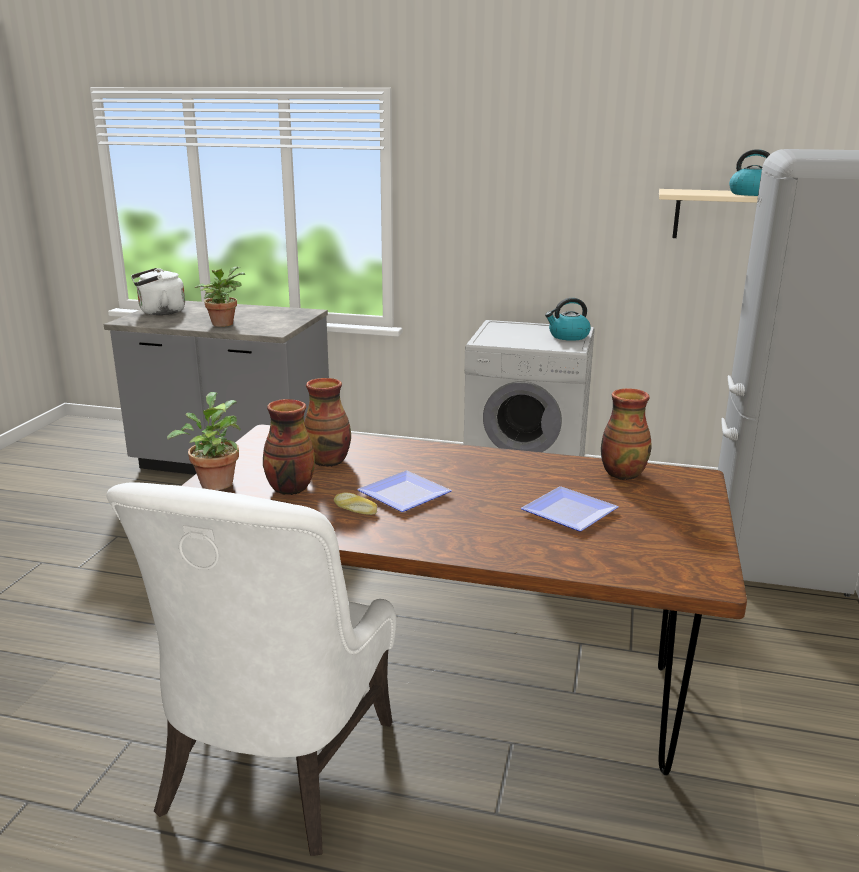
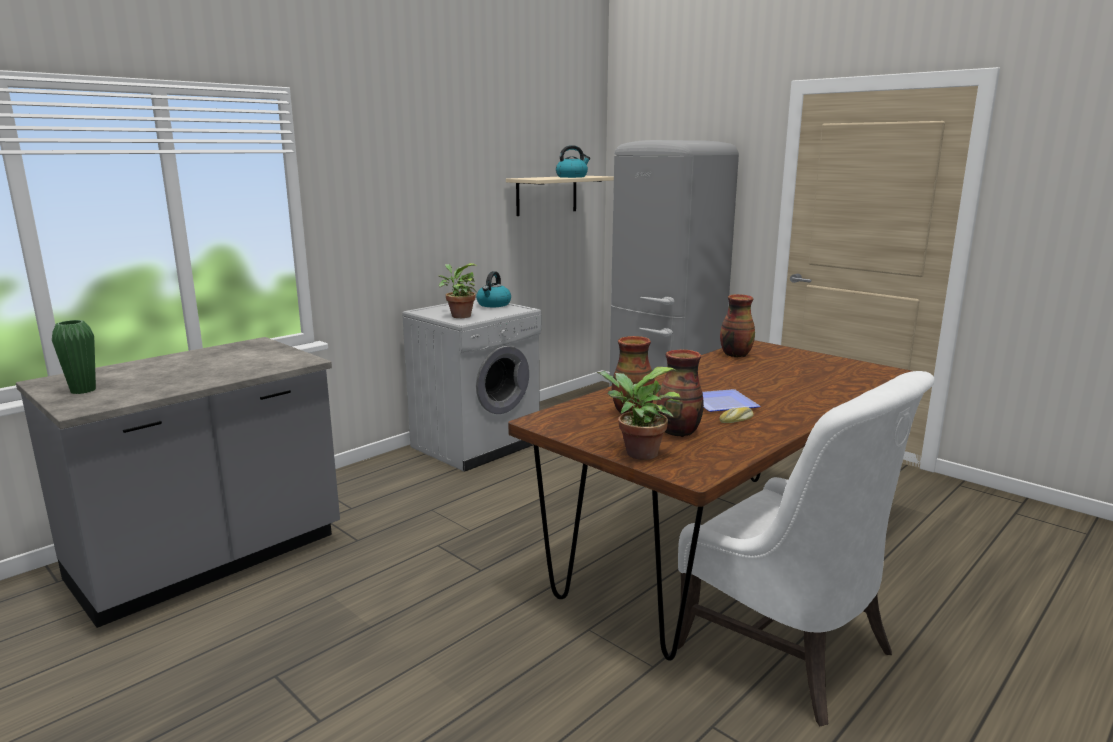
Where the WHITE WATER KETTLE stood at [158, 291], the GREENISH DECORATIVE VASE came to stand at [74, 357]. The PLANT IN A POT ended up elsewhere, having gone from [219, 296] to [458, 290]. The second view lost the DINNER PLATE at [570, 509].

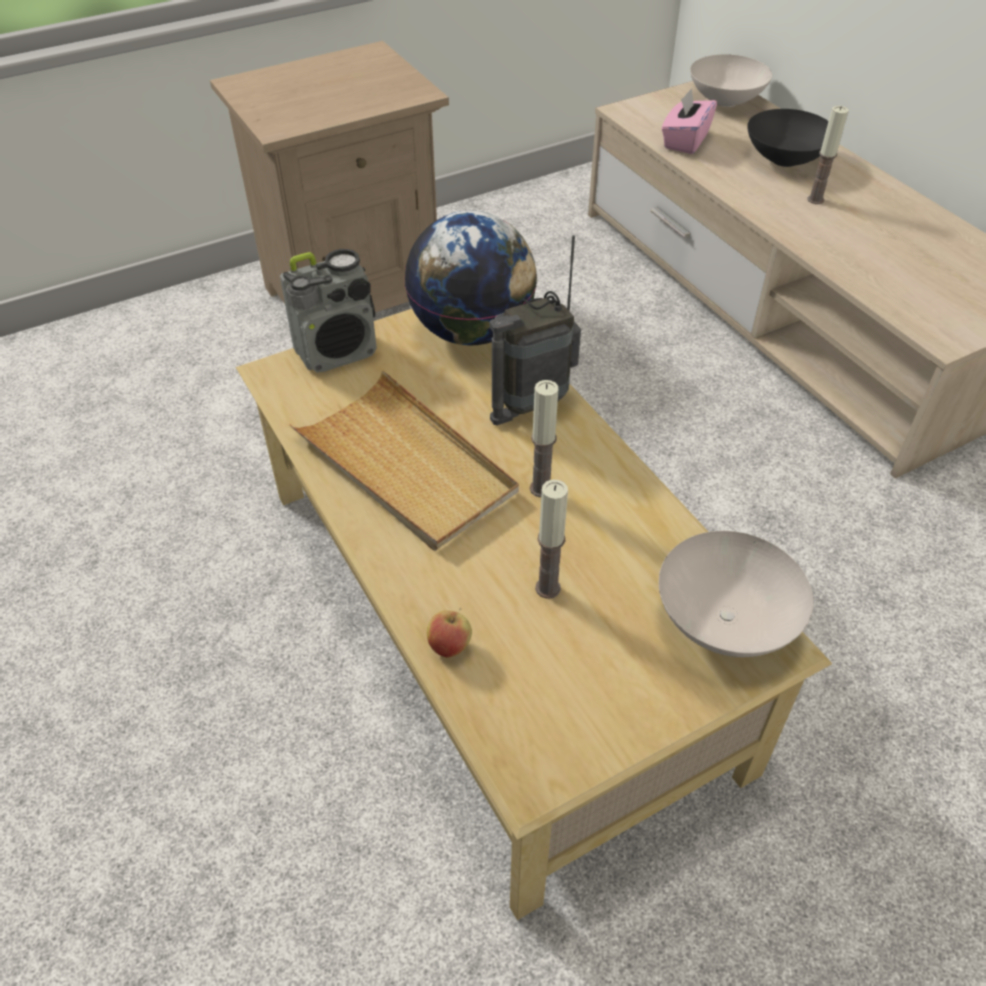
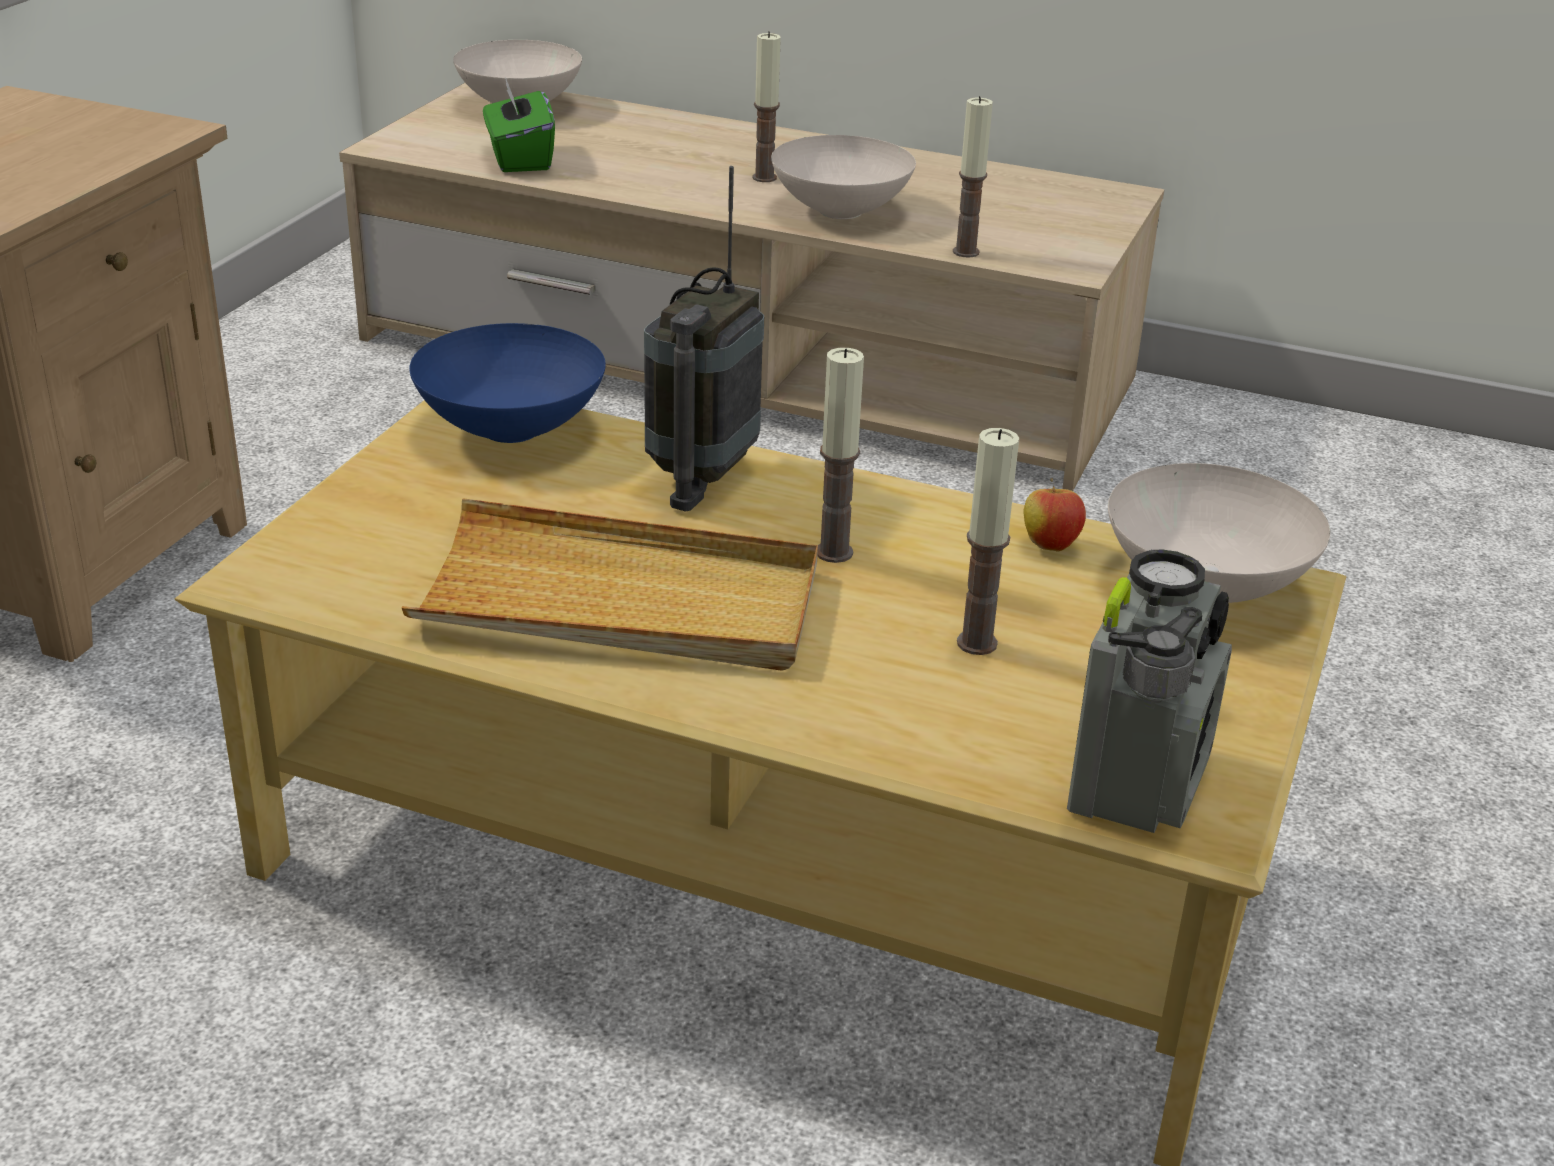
The RADIO SET ended up elsewhere, having gone from [328, 310] to [1149, 691]. Where the WORLD GLOBE stood at [471, 277], the BLUE-COLOURED SERVING BOWL came to stand at [507, 383]. The APPLE FRUIT ended up elsewhere, having gone from [449, 633] to [1055, 515]. What was the PINK-COLOURED BOX OF TISSUES at [689, 121] turned into the GREENISH BOX OF TISSUES at [519, 124]. The second view lost the BLACKISH SERVING BOWL at [788, 138]. The second view gained the WHITE SERVING BOWL at [843, 177]. The second view gained the WAX CANDLE at [973, 177].

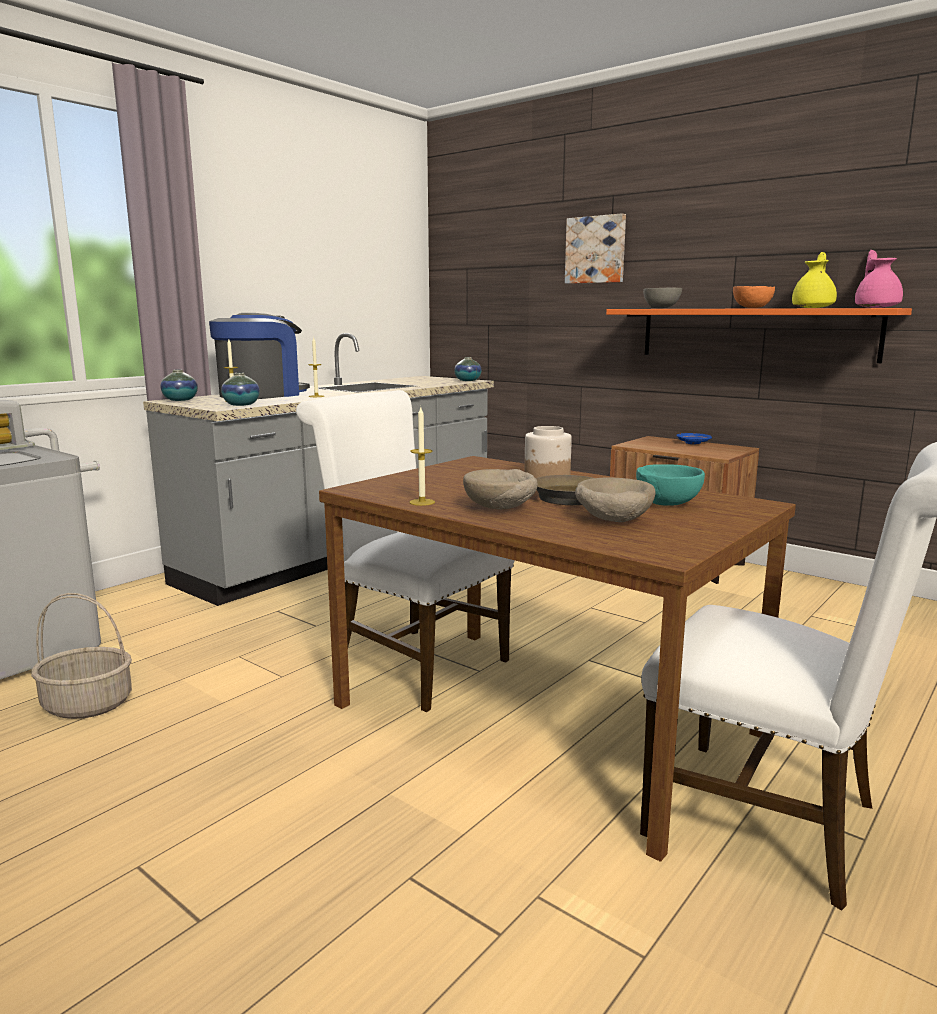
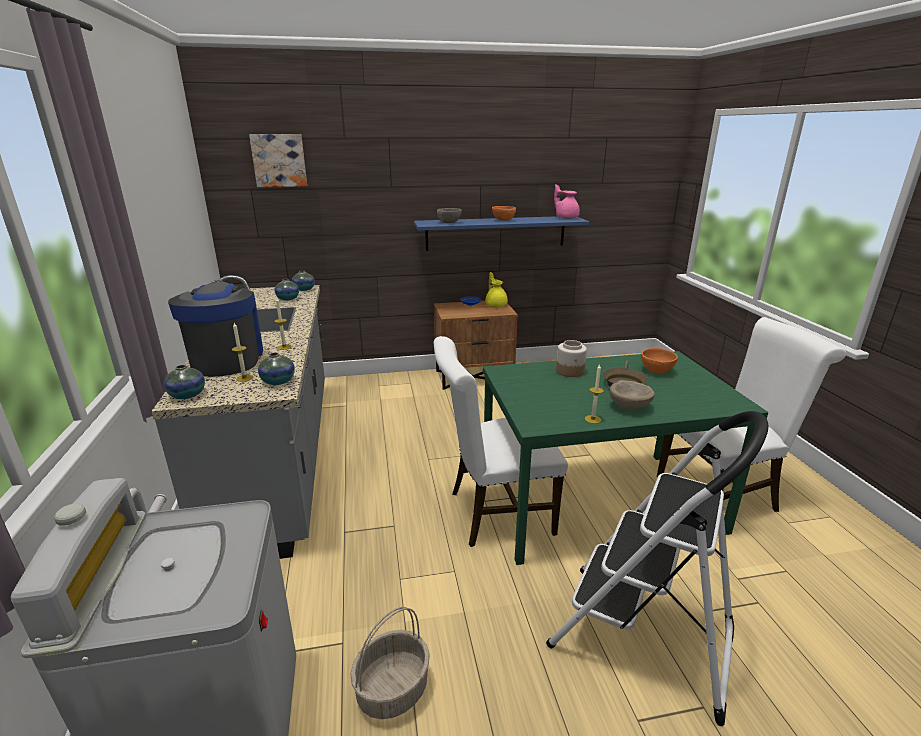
What was the BROWN DINNER TABLE at [557, 659] turned into the GREENISH DINNER TABLE at [626, 458]. The PICTURE ended up elsewhere, having gone from [595, 248] to [278, 160]. The second view lost the SAND-COLOURED SERVING BOWL at [615, 499]. What was the ORANGEY BRACKET SHELF at [759, 335] turned into the BLUE-COLOURED BRACKET SHELF at [501, 233]. What was the TURQUOISE-COLOURED SERVING BOWL at [670, 485] turned into the ORANGEY SERVING BOWL at [659, 361]. The YELLOWISH TEAPOT ended up elsewhere, having gone from [814, 280] to [496, 289]. The second view gained the DECORATIVE VASE at [287, 289]. The second view gained the STEP STOOL at [657, 568].

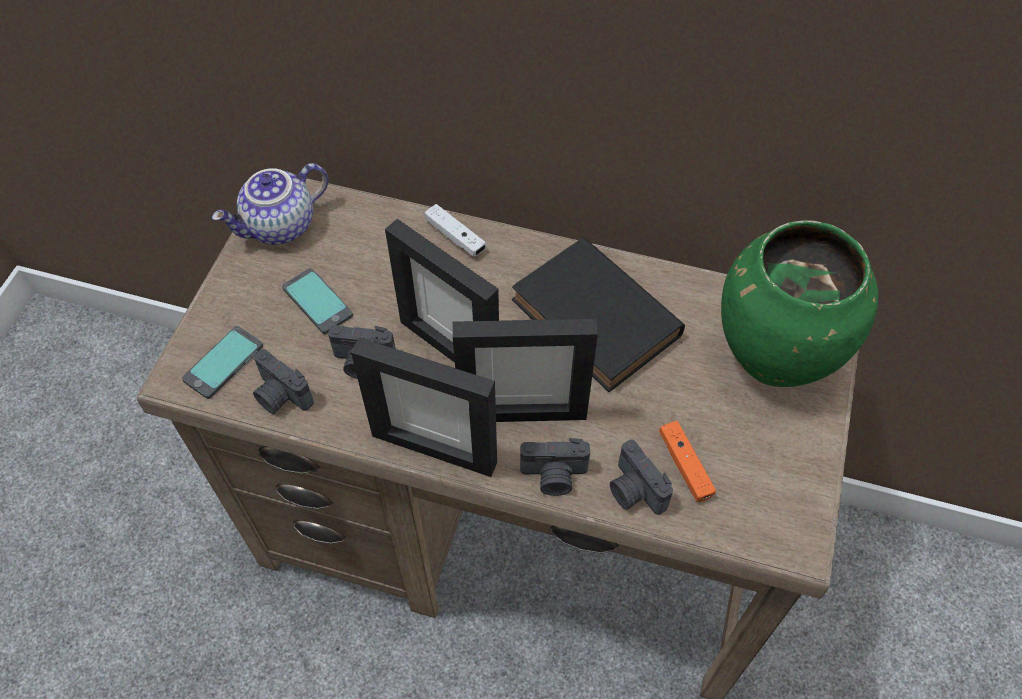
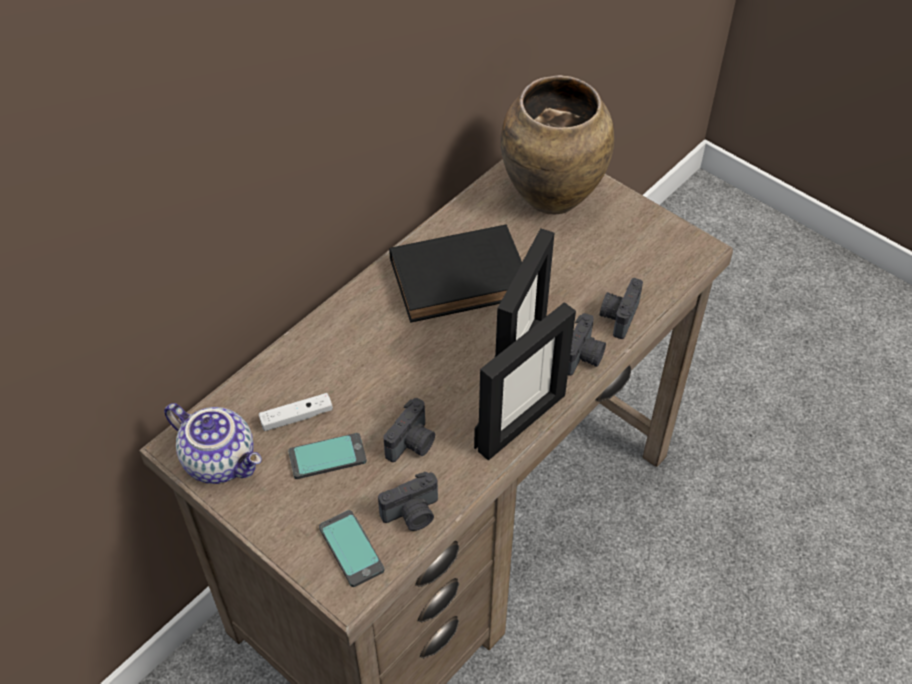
The TEAPOT at [270, 203] ended up facing another way, 45 degrees counterclockwise from before. The second view lost the PHOTO FRAME at [442, 291]. The WHITE GAMEPAD ended up elsewhere, having gone from [455, 230] to [296, 412]. The STILL CAMERA at [641, 477] ended up facing another way, 120 degrees clockwise from before. The second view lost the ORANGEY GAMEPAD at [687, 461]. What was the GREENISH DECORATIVE VASE at [799, 303] turned into the BROWN DECORATIVE VASE at [557, 145].

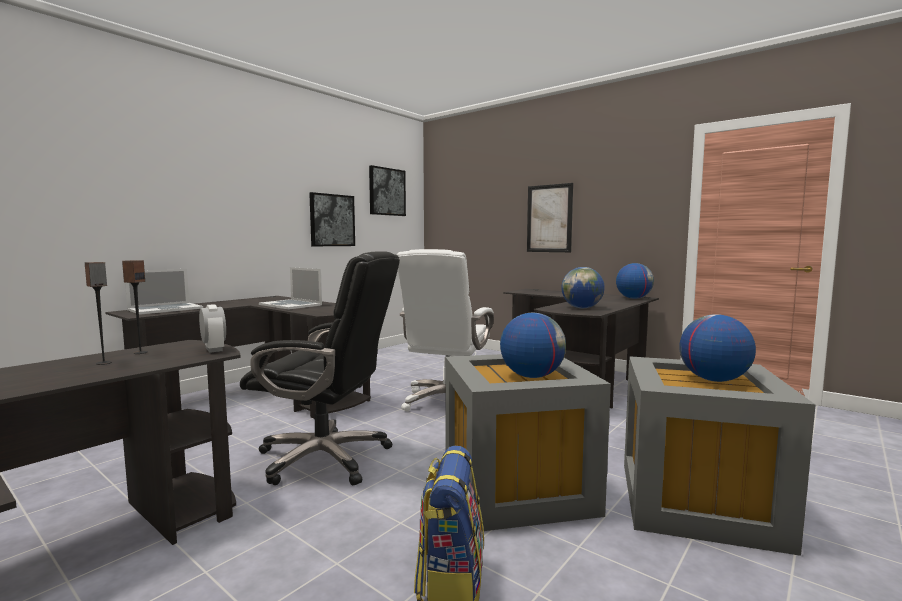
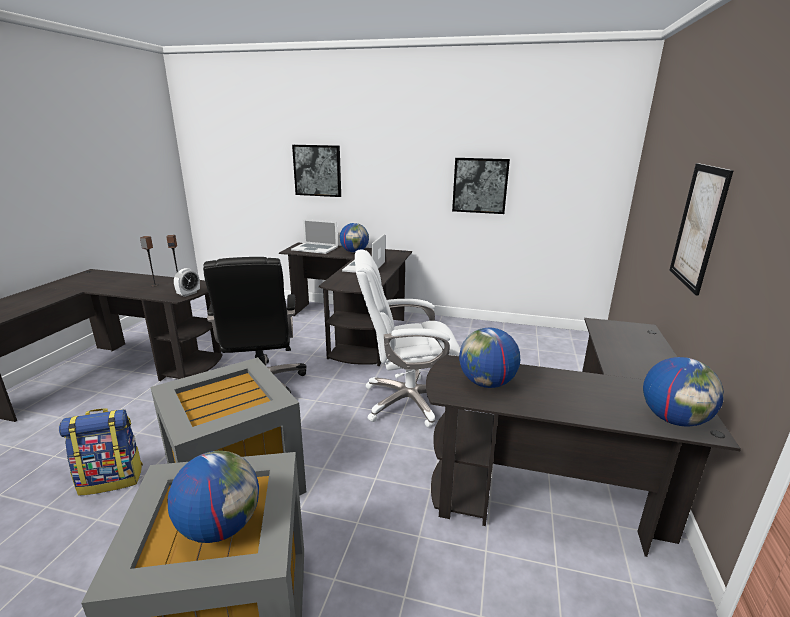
The PICTURE ended up elsewhere, having gone from [387, 190] to [316, 171]. The WORLD GLOBE ended up elsewhere, having gone from [533, 345] to [354, 238].

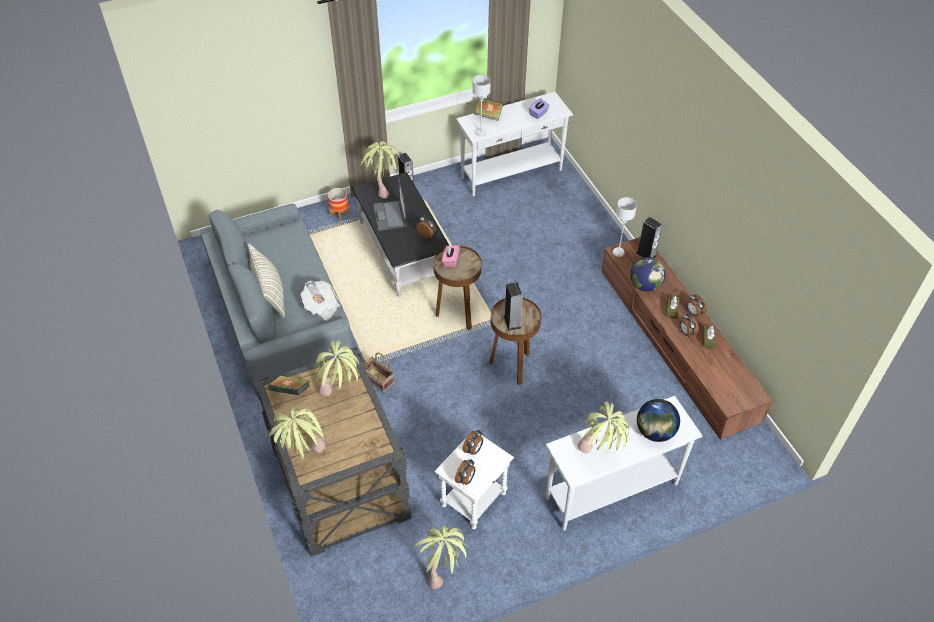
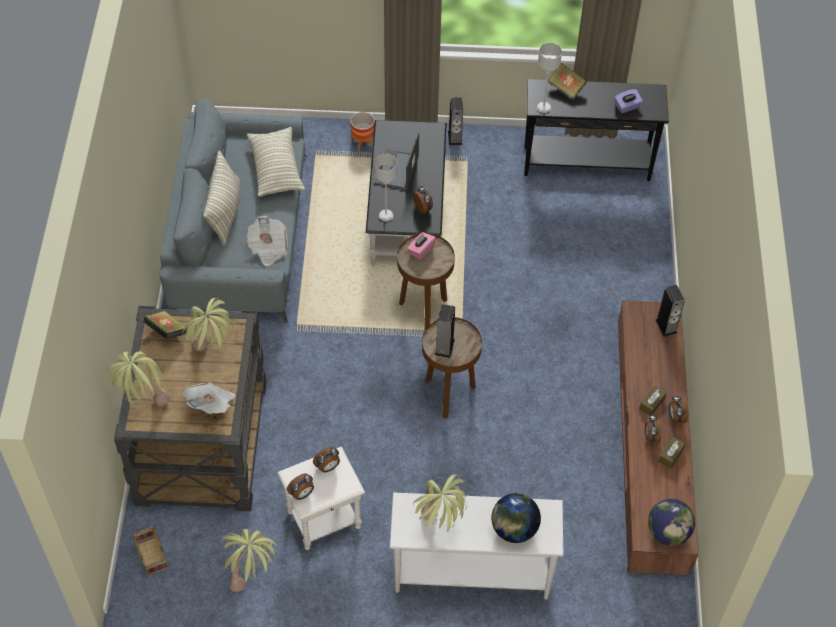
The second view lost the PLANT IN A POT at [379, 170]. The STORAGE BASKET ended up elsewhere, having gone from [379, 373] to [150, 551]. What was the WHITE CONSOLE TABLE at [514, 144] turned into the BLACKISH CONSOLE TABLE at [596, 130]. The GRAY TABLE LAMP ended up elsewhere, having gone from [625, 227] to [385, 187]. The WORLD GLOBE ended up elsewhere, having gone from [647, 274] to [671, 522]. The second view gained the NEWSPAPER at [209, 398]. The second view gained the PILLOW at [276, 162].

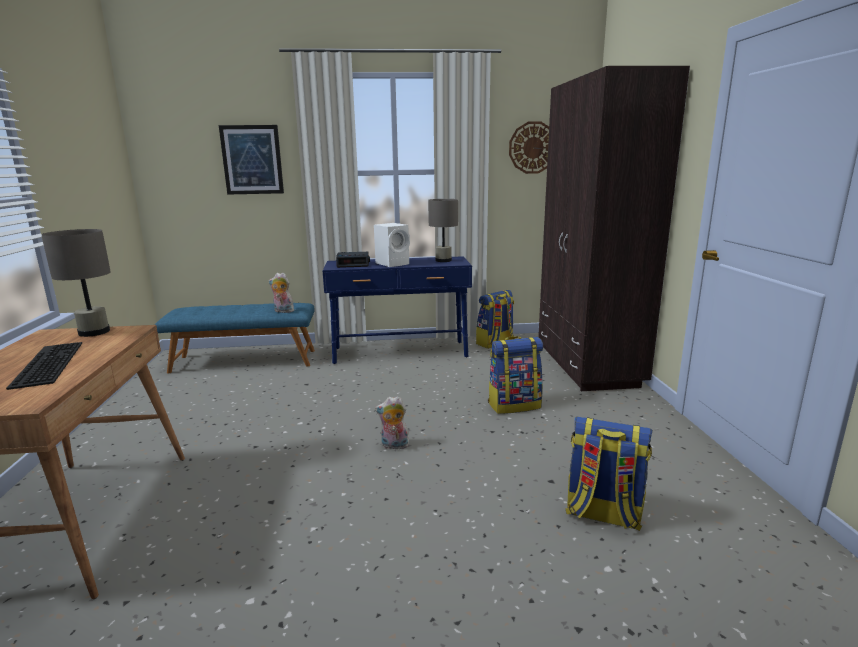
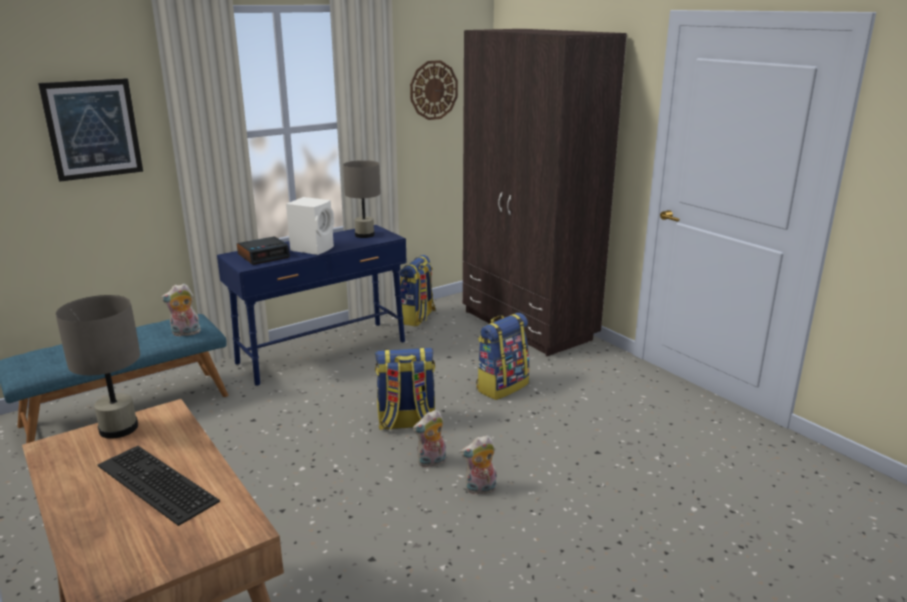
The KNAPSACK ended up elsewhere, having gone from [609, 474] to [405, 389]. The second view gained the CUDDLY TOY at [479, 465].

